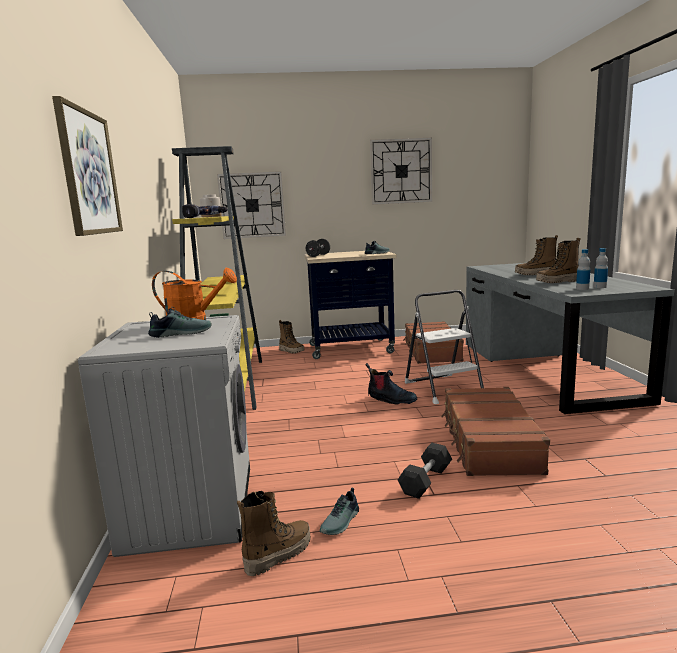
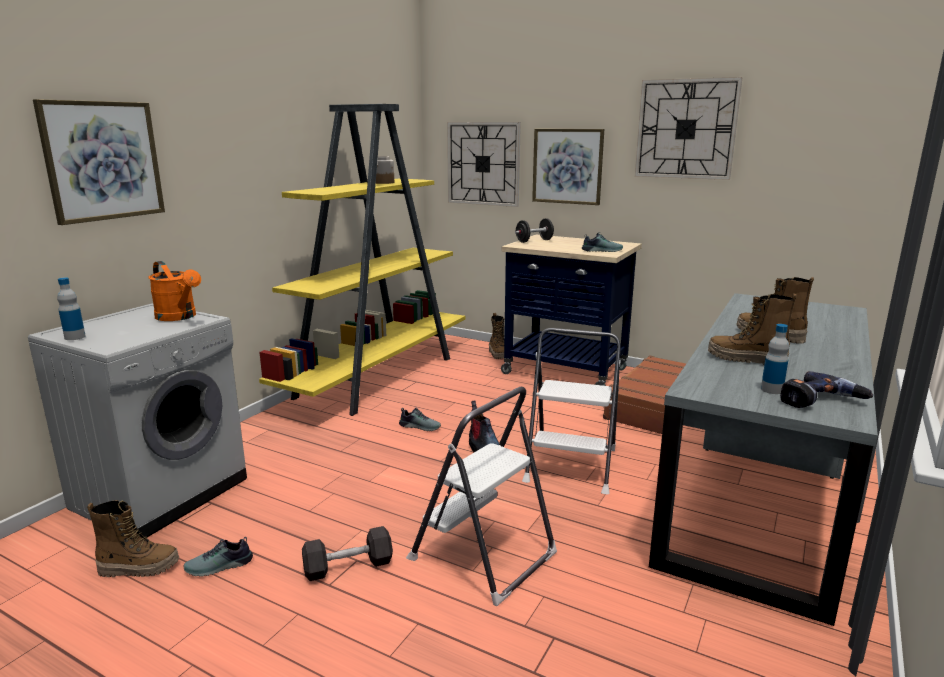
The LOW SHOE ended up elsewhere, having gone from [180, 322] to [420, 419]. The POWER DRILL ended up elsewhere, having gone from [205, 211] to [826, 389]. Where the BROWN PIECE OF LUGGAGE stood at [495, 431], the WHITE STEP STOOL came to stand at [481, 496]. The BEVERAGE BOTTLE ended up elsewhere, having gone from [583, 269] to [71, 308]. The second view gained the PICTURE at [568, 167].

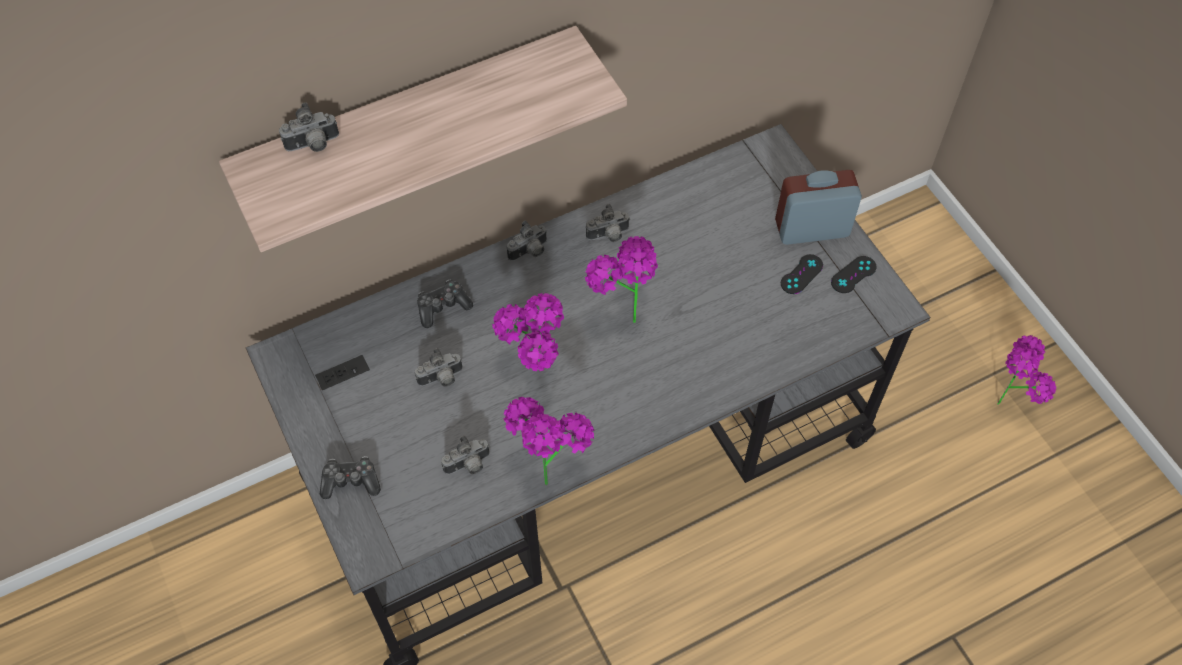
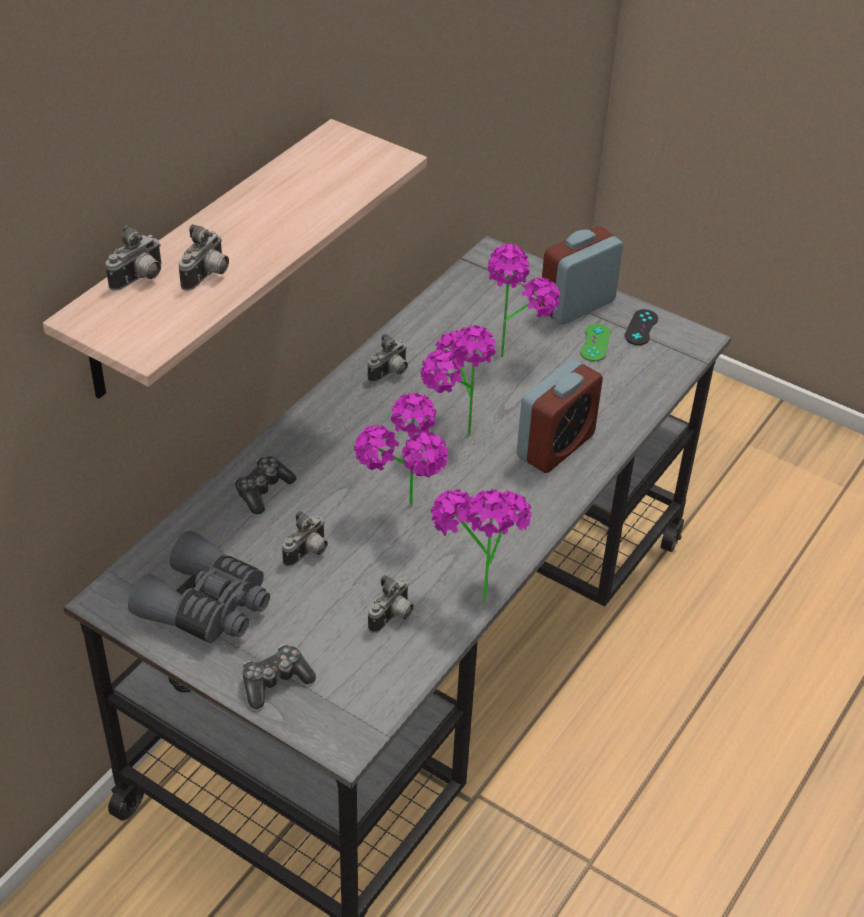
The STILL CAMERA ended up elsewhere, having gone from [527, 241] to [203, 257]. What was the BLACKISH GAMEPAD at [802, 274] turned into the GREENISH GAMEPAD at [595, 342]. The PLANT IN A POT ended up elsewhere, having gone from [1026, 370] to [524, 300]. The second view gained the GRAY FIELD GLASSES at [199, 587]. The second view gained the TABLE CLOCK at [560, 416].

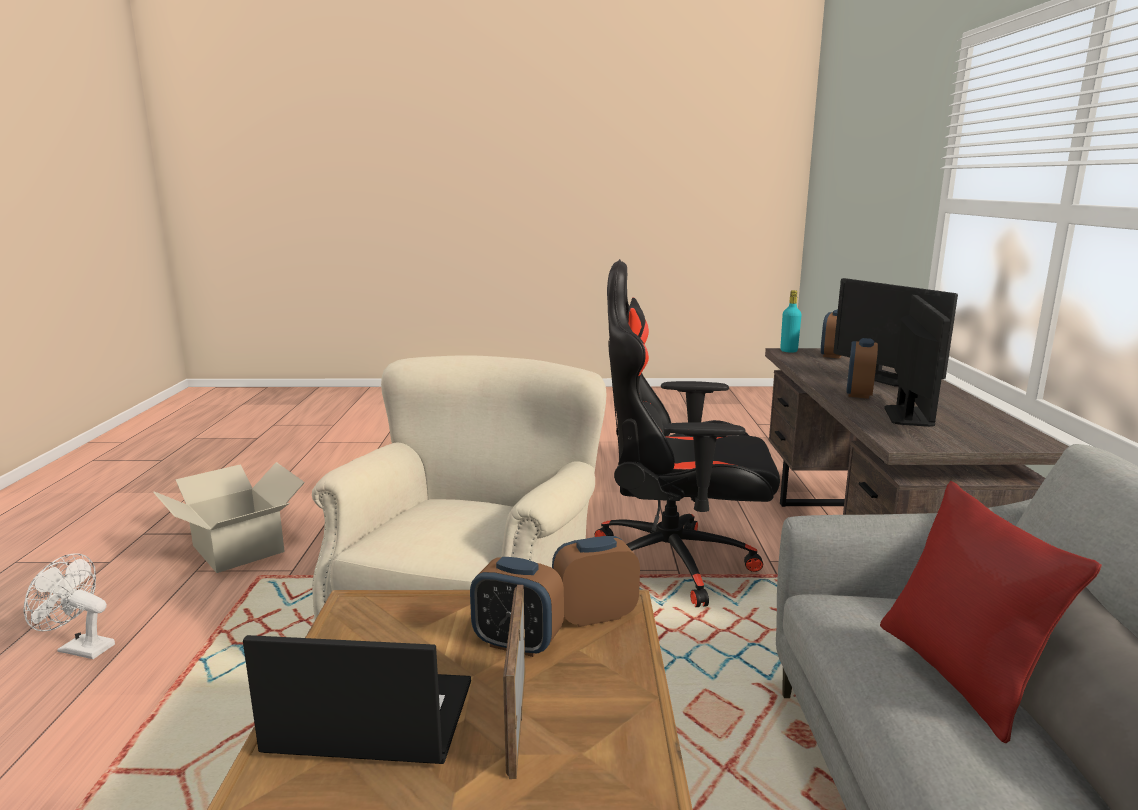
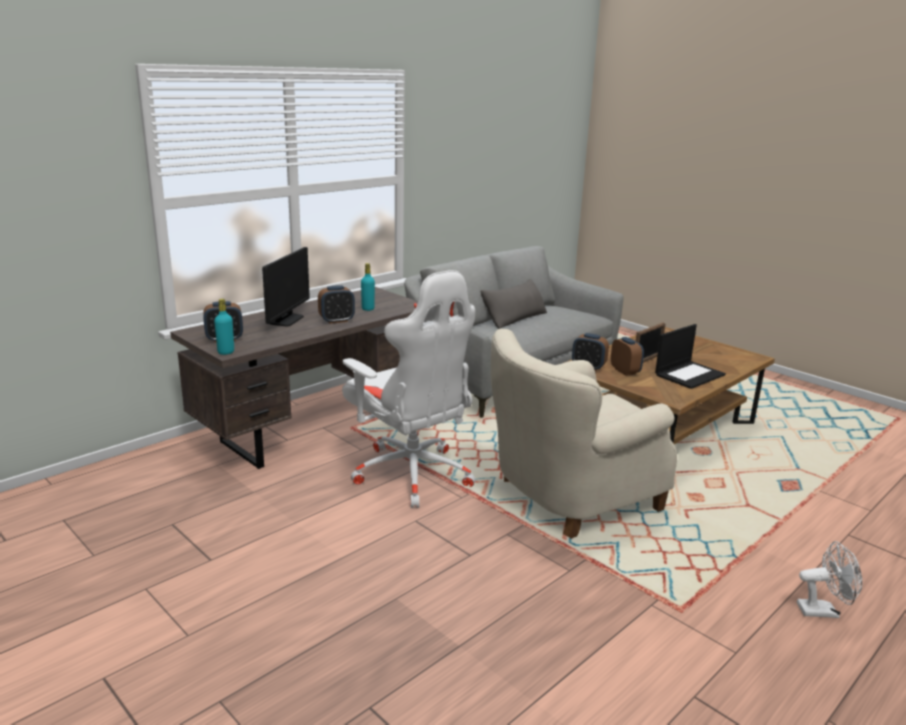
The WHITE FAN at [69, 606] ended up facing another way, 60 degrees counterclockwise from before. The second view lost the PACKING BOX at [229, 517]. The PORTABLE COMPUTER at [357, 699] ended up facing another way, 90 degrees counterclockwise from before. What was the BLACKISH OFFICE CHAIR at [687, 433] turned into the WHITE OFFICE CHAIR at [408, 389]. The second view lost the REDDISH PILLOW at [991, 612]. Where the COMPUTER SCREEN stood at [917, 361], the TURQUOISE-COLOURED BEVERAGE BOTTLE came to stand at [368, 287].

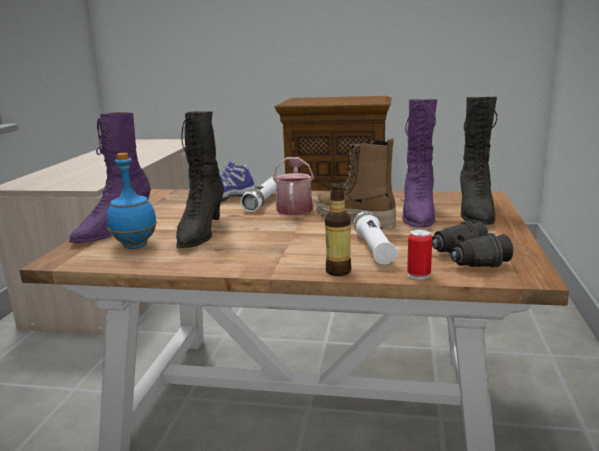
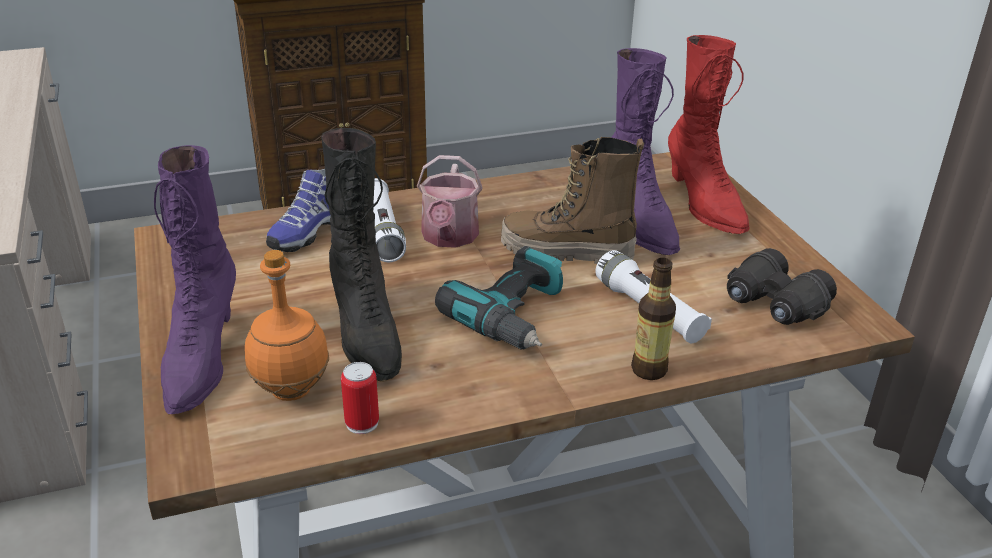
What was the BLUE-COLOURED BEVERAGE BOTTLE at [132, 201] turned into the ORANGEY BEVERAGE BOTTLE at [287, 325]. The WATERING CAN at [293, 186] ended up facing another way, 150 degrees counterclockwise from before. The CAN ended up elsewhere, having gone from [419, 254] to [360, 398]. What was the BLACKISH TALL BOOT at [478, 161] turned into the REDDISH TALL BOOT at [709, 134]. The second view gained the POWER DRILL at [499, 298].

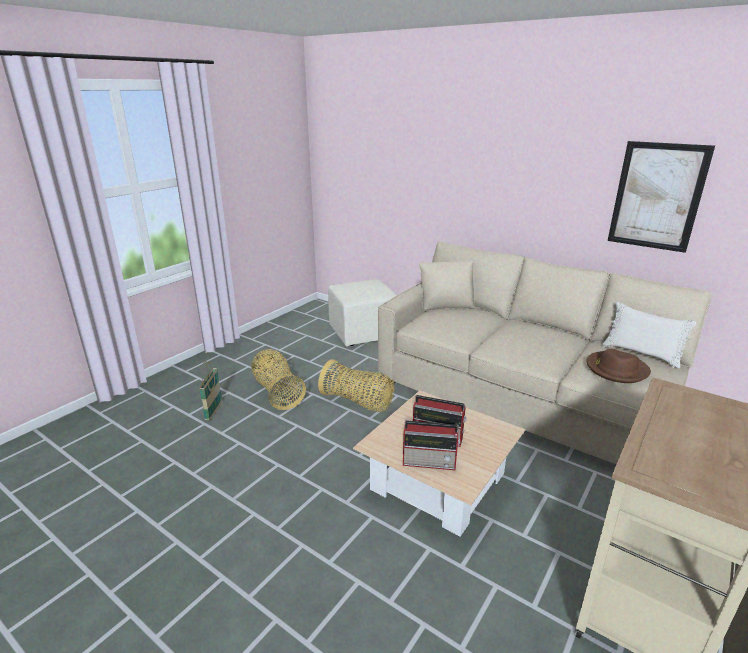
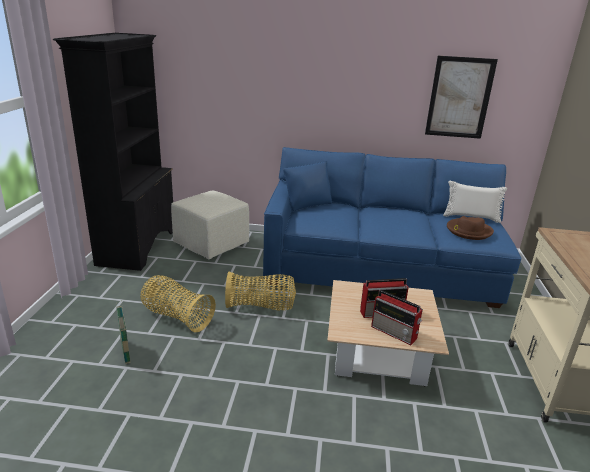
What was the SAND-COLOURED SETTEE at [544, 352] turned into the BLUE-COLOURED SETTEE at [392, 227]. The RADIO SET at [431, 445] ended up facing another way, 60 degrees clockwise from before. The second view gained the BLACKISH SHELVING UNIT at [113, 152].

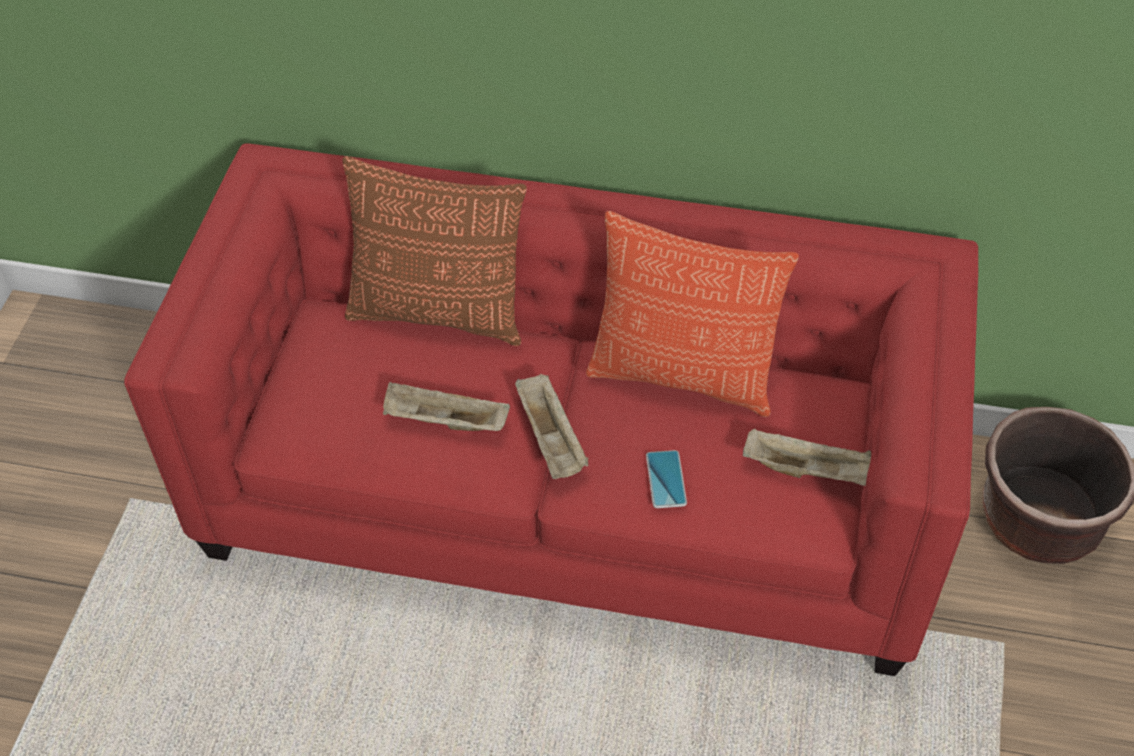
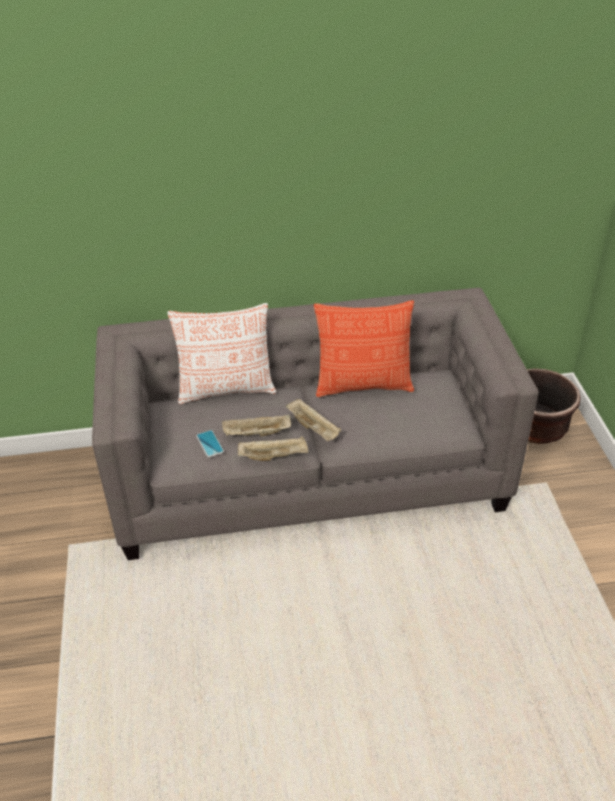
What was the REDDISH SETTEE at [551, 409] turned into the GRAY SETTEE at [315, 424]. What was the BROWN PILLOW at [435, 251] turned into the WHITE PILLOW at [221, 353]. The PHONE ended up elsewhere, having gone from [666, 479] to [210, 443]. The SAND-COLOURED TRAY ended up elsewhere, having gone from [807, 457] to [273, 448].

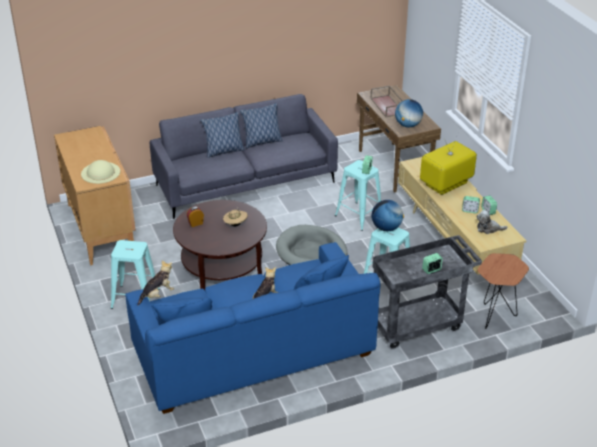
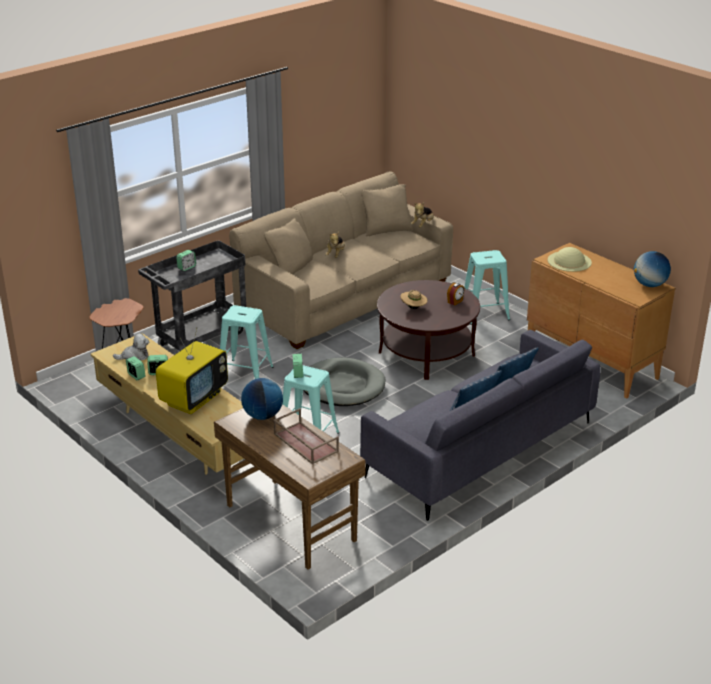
What was the BLUE-COLOURED SETTEE at [252, 328] turned into the SAND-COLOURED SETTEE at [341, 260]. The WORLD GLOBE ended up elsewhere, having gone from [388, 215] to [652, 269].

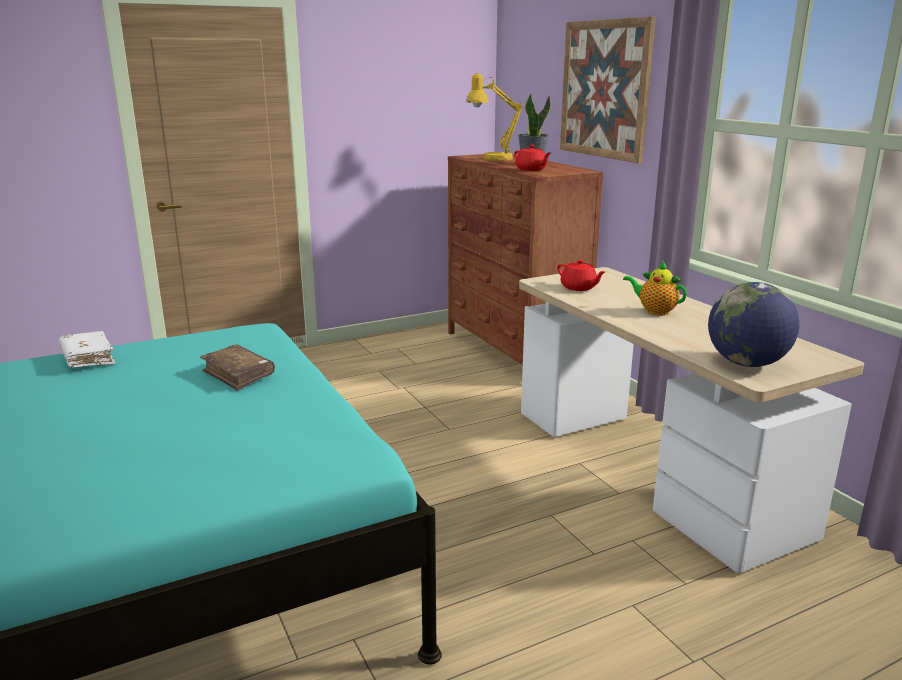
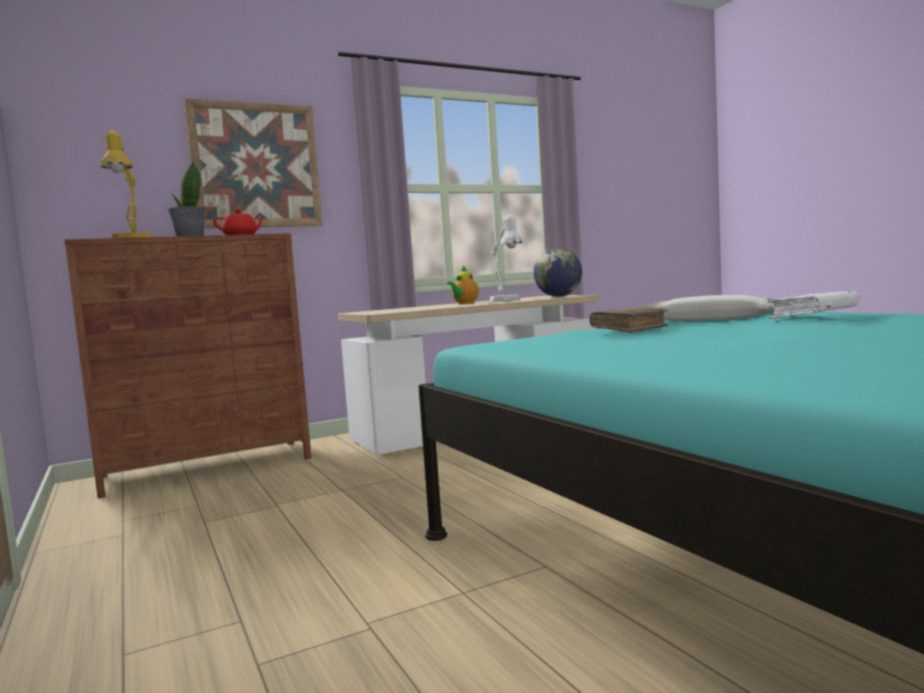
The WHITE VOLUME ended up elsewhere, having gone from [87, 349] to [813, 305]. The second view lost the REDDISH TEAPOT at [581, 275]. The second view gained the WHITE TABLE LAMP at [506, 258]. The second view gained the WHITE PILLOW at [710, 308].

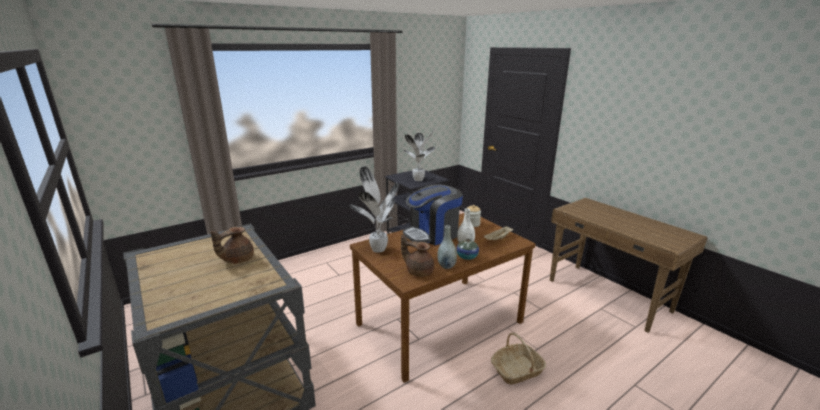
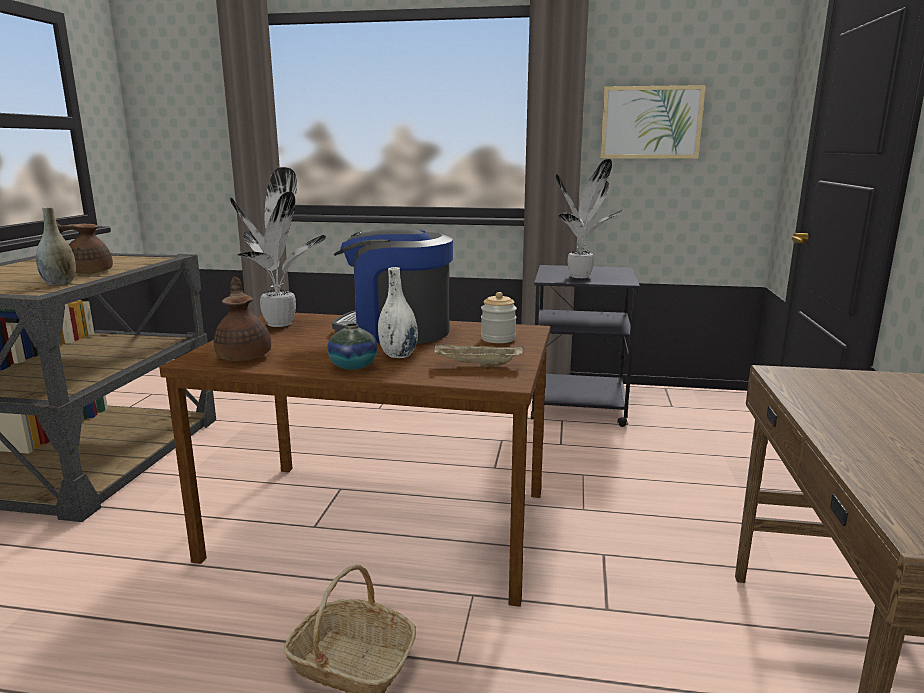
The GRAY DECORATIVE VASE ended up elsewhere, having gone from [447, 247] to [56, 246]. The second view gained the PICTURE at [653, 122].

